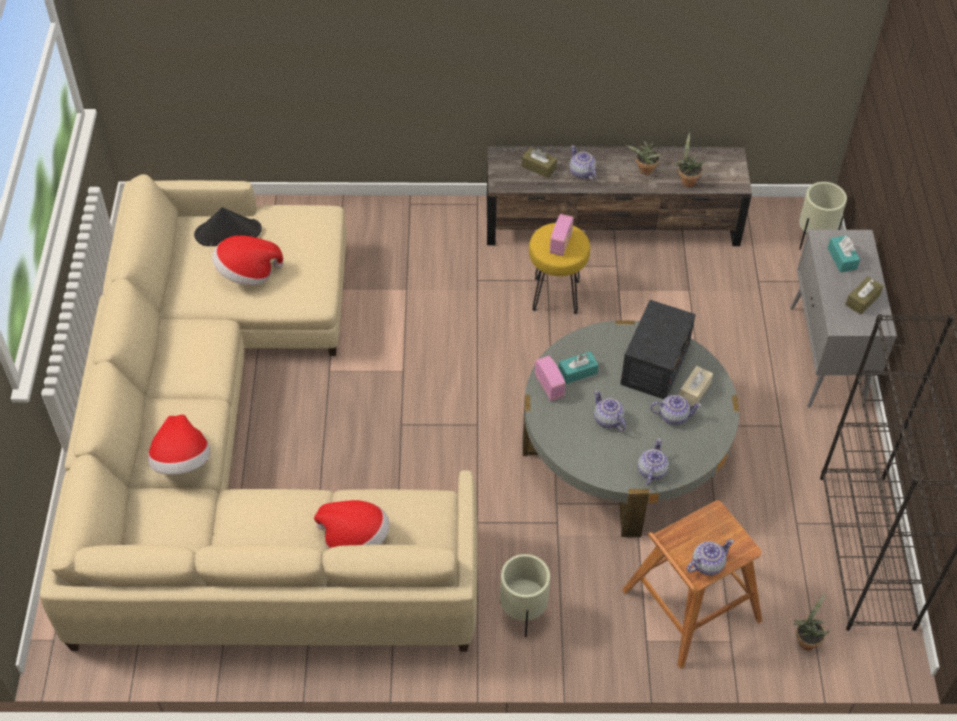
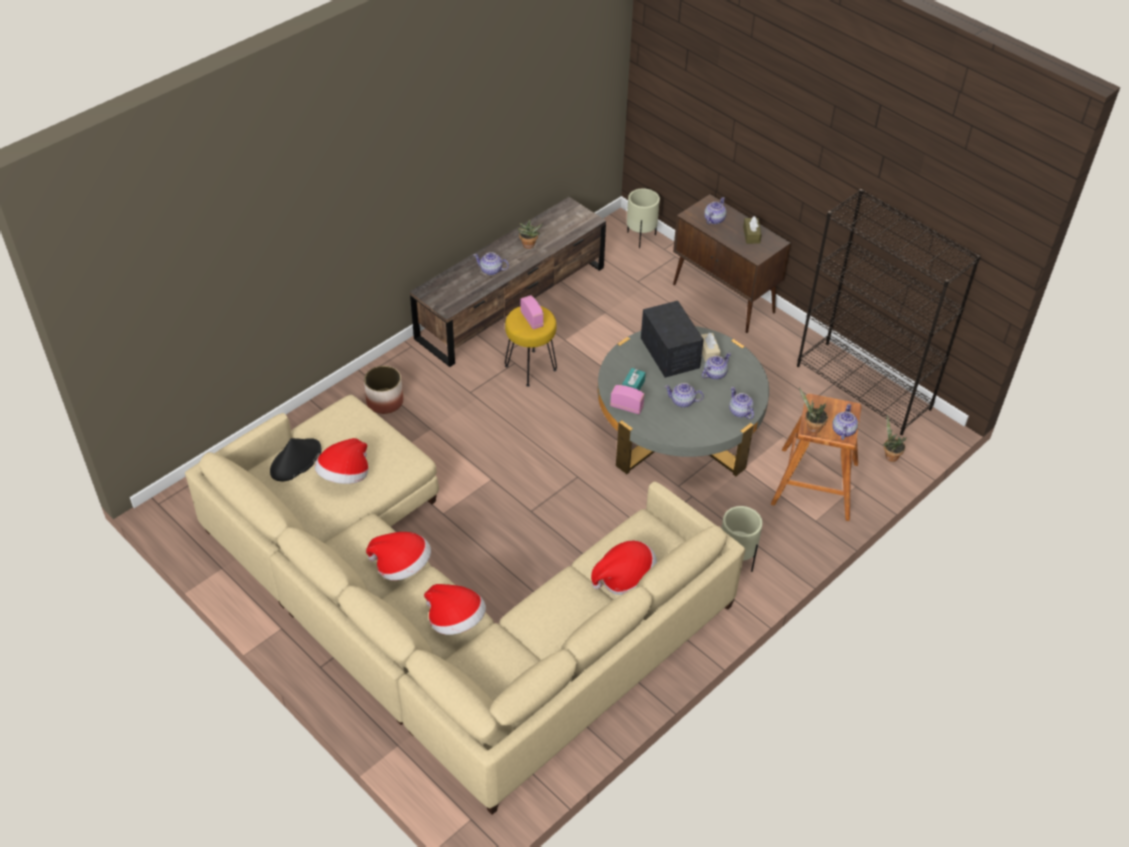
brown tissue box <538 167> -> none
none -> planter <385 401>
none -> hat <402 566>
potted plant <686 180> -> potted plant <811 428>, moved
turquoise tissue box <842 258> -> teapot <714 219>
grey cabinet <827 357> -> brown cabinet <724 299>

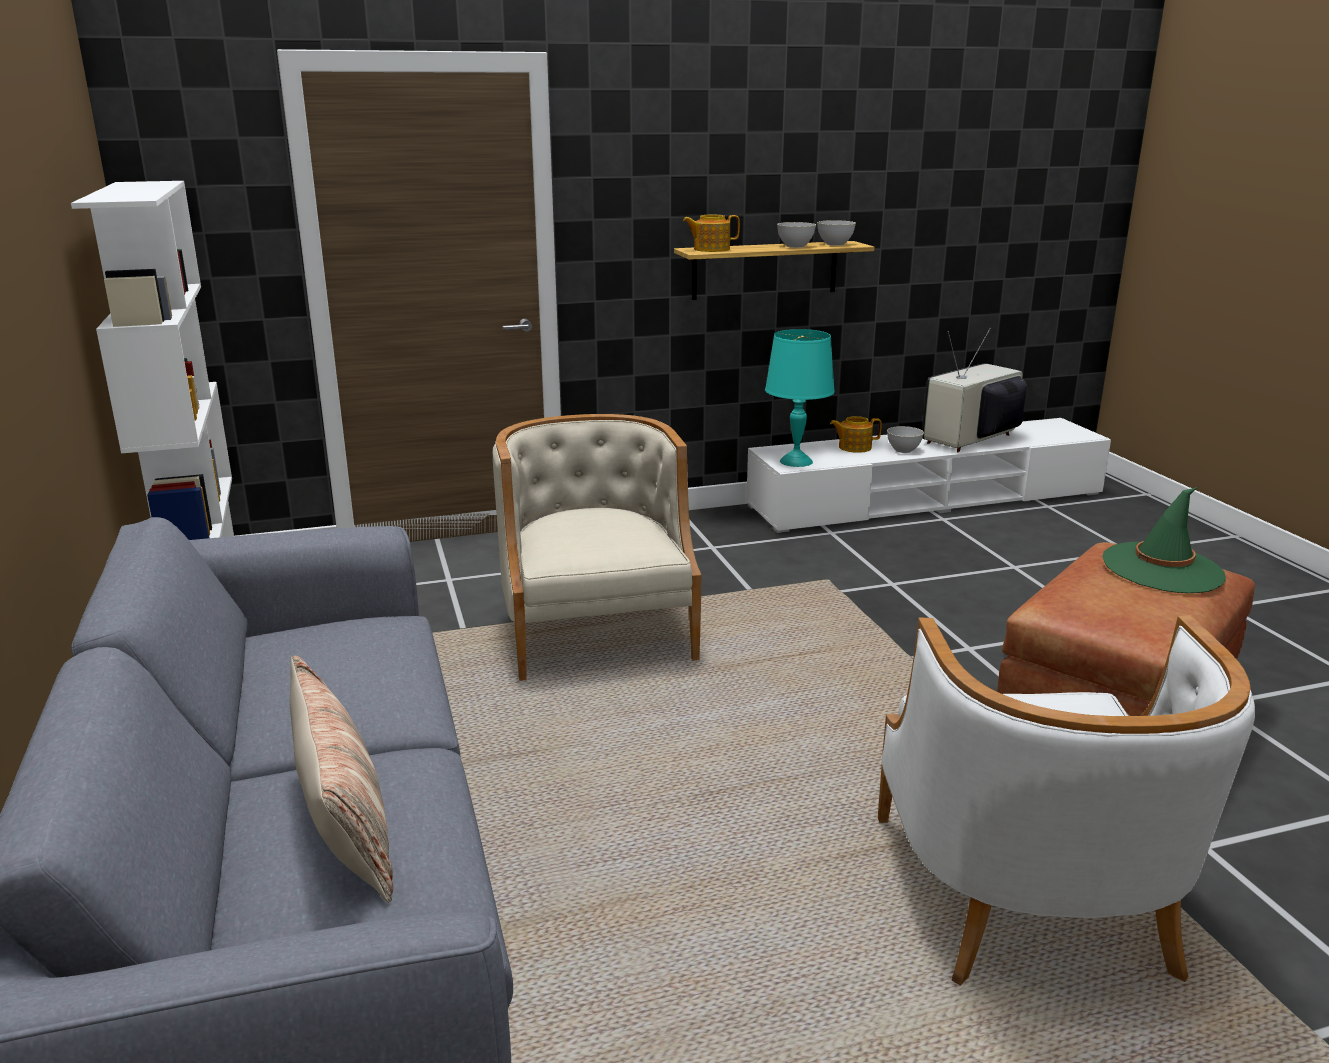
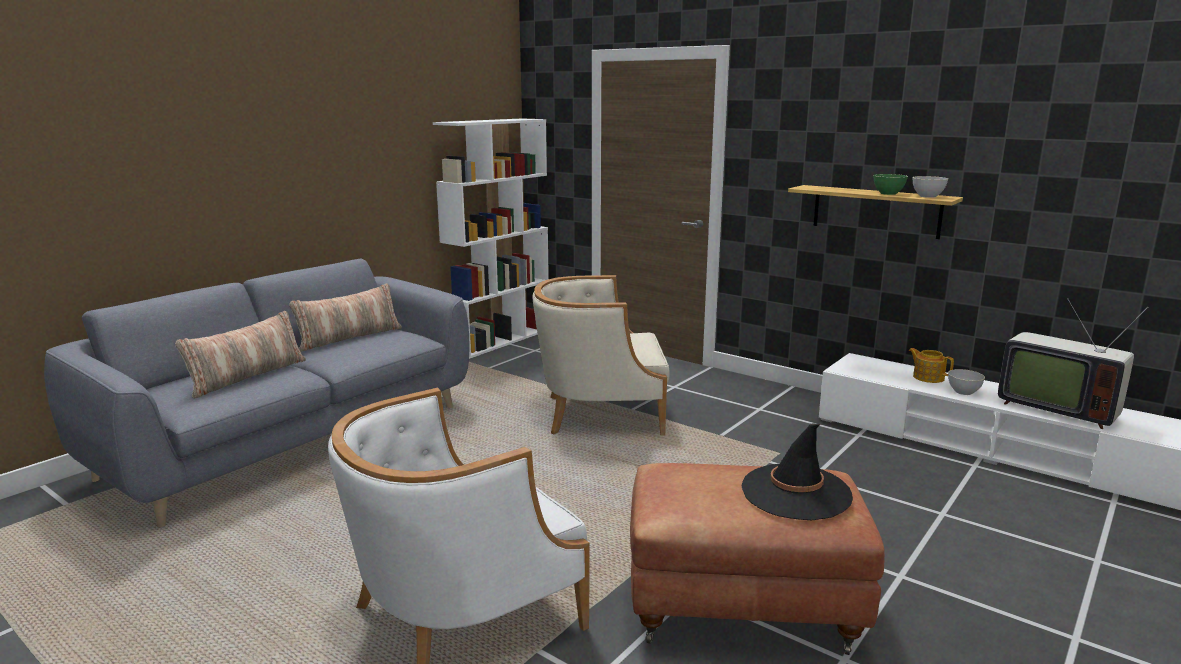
teapot <710 249> -> none
turquoise table lamp <795 461> -> none
none -> pillow <349 337>
grey bowl <795 246> -> green bowl <888 193>
green hat <1162 568> -> black hat <796 492>
beige armchair <596 629> -> beige armchair <601 413>, 135 degrees counterclockwise
television <974 440> -> television <1056 408>, 150 degrees counterclockwise

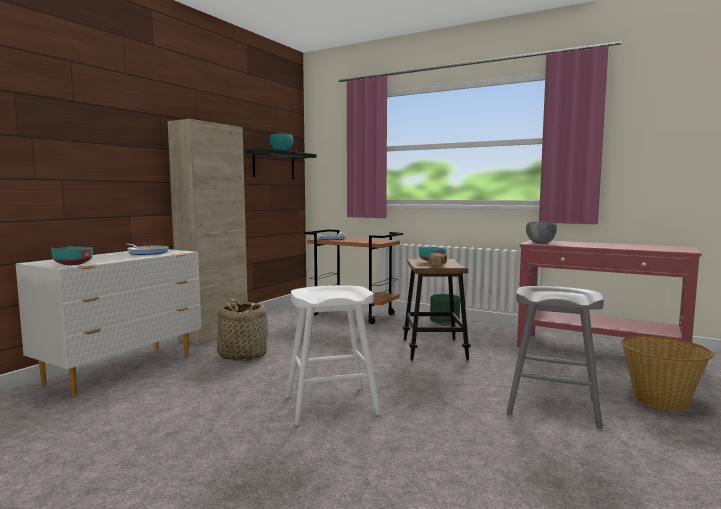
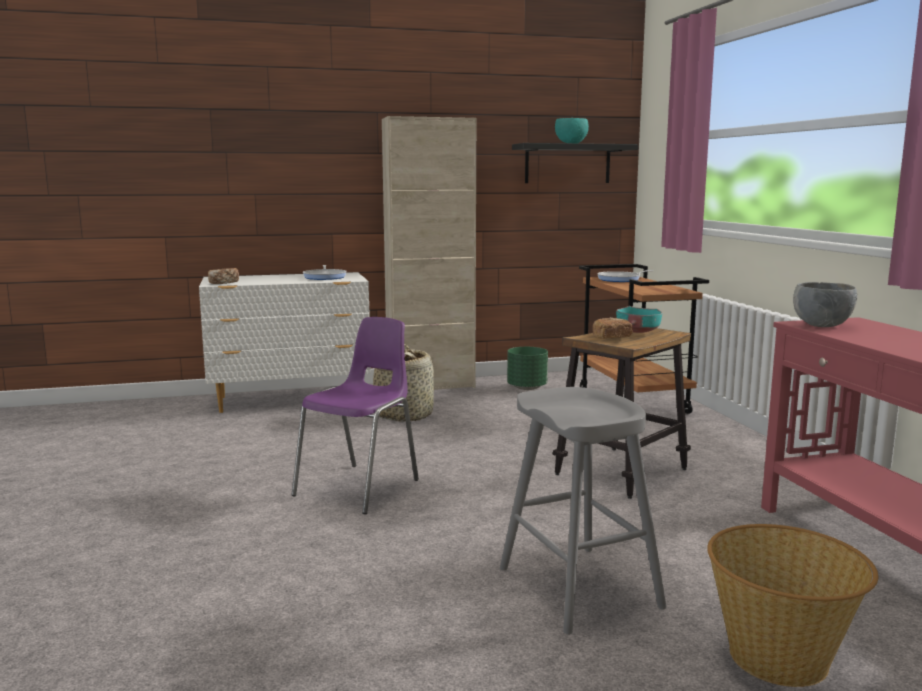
green planter <444 324> -> green planter <527 387>, moved
turquoise bowl <73 264> -> bread <223 283>
white stool <330 405> -> purple chair <360 487>

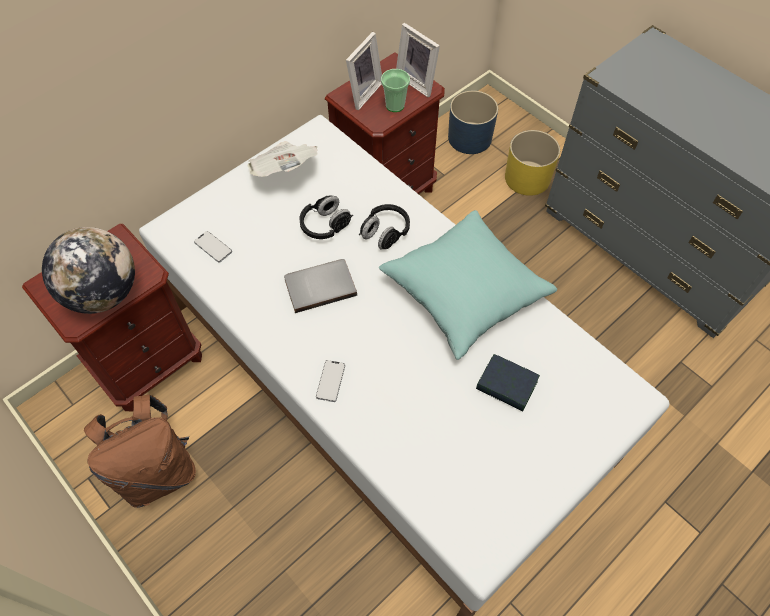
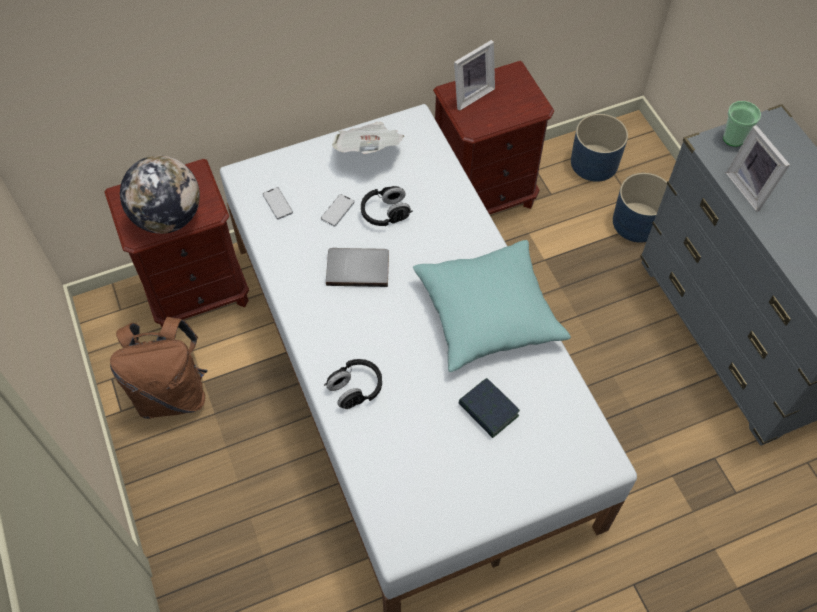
phone <330 381> -> phone <337 210>, moved
black headphones <385 233> -> black headphones <355 389>, moved
cup <395 105> -> cup <733 138>, moved
picture frame <418 81> -> picture frame <750 188>, moved
yellow planter <527 178> -> blue planter <637 222>

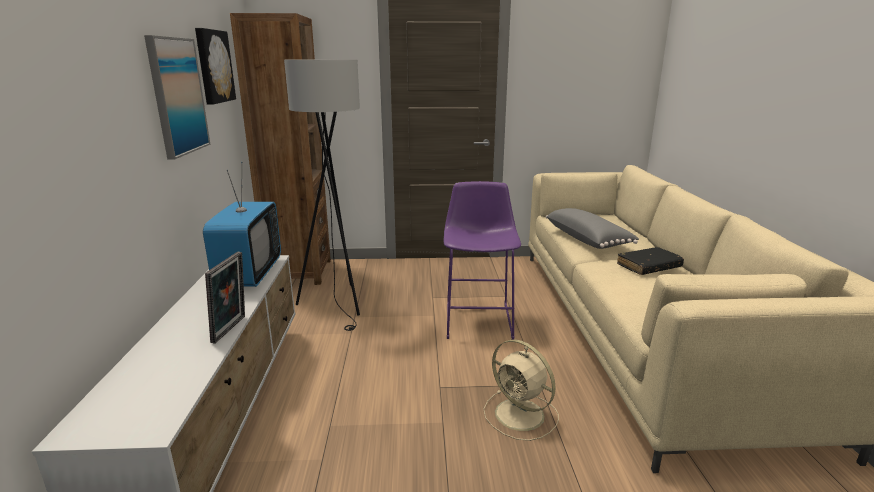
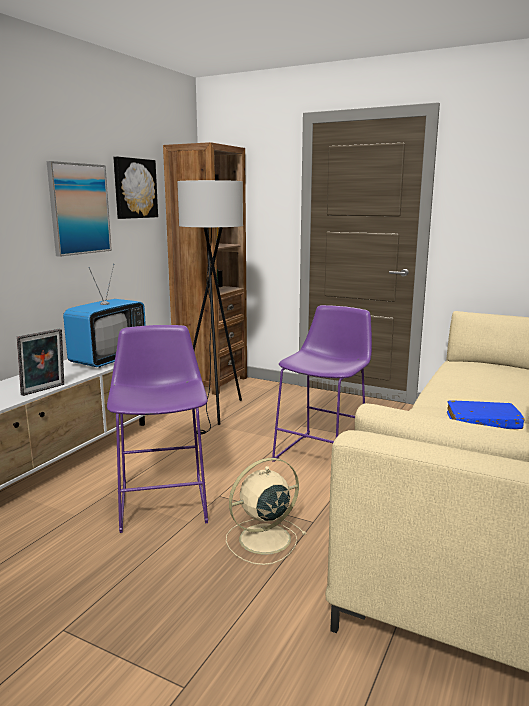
grey pillow <588 239> -> none
none -> purple stool <164 499>
black book <648 267> -> blue book <482 422>
beige fan <521 415> -> beige fan <262 539>, 75 degrees clockwise

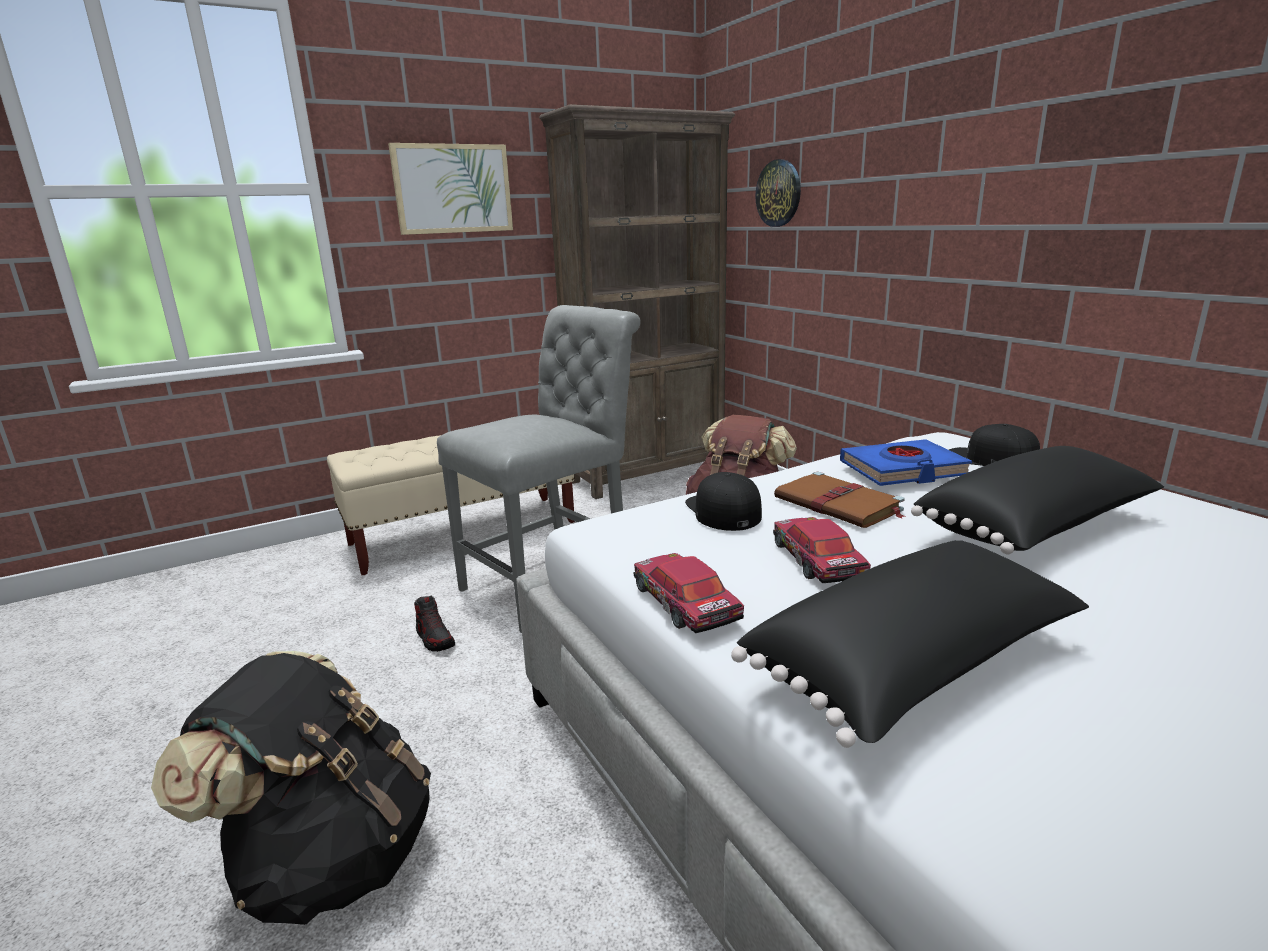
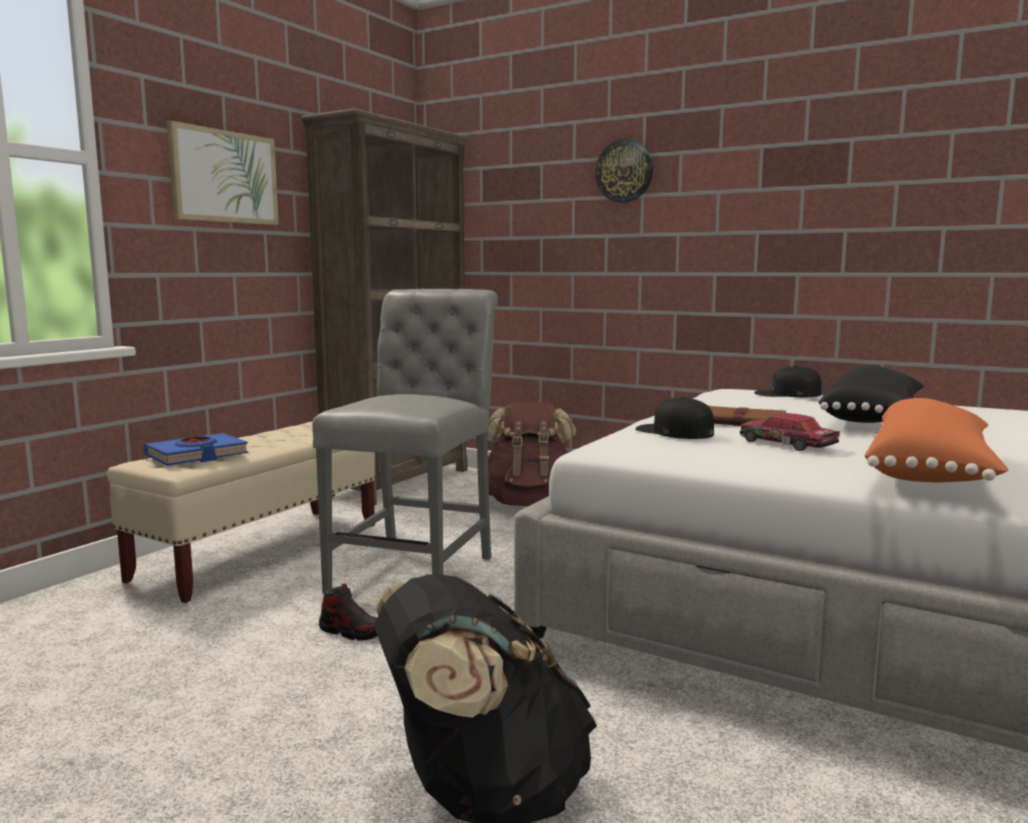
toy car <685 605> -> none
wall clock <779 193> -> wall clock <624 171>, moved
blue book <903 470> -> blue book <197 456>, moved
black pillow <915 668> -> orange pillow <931 472>

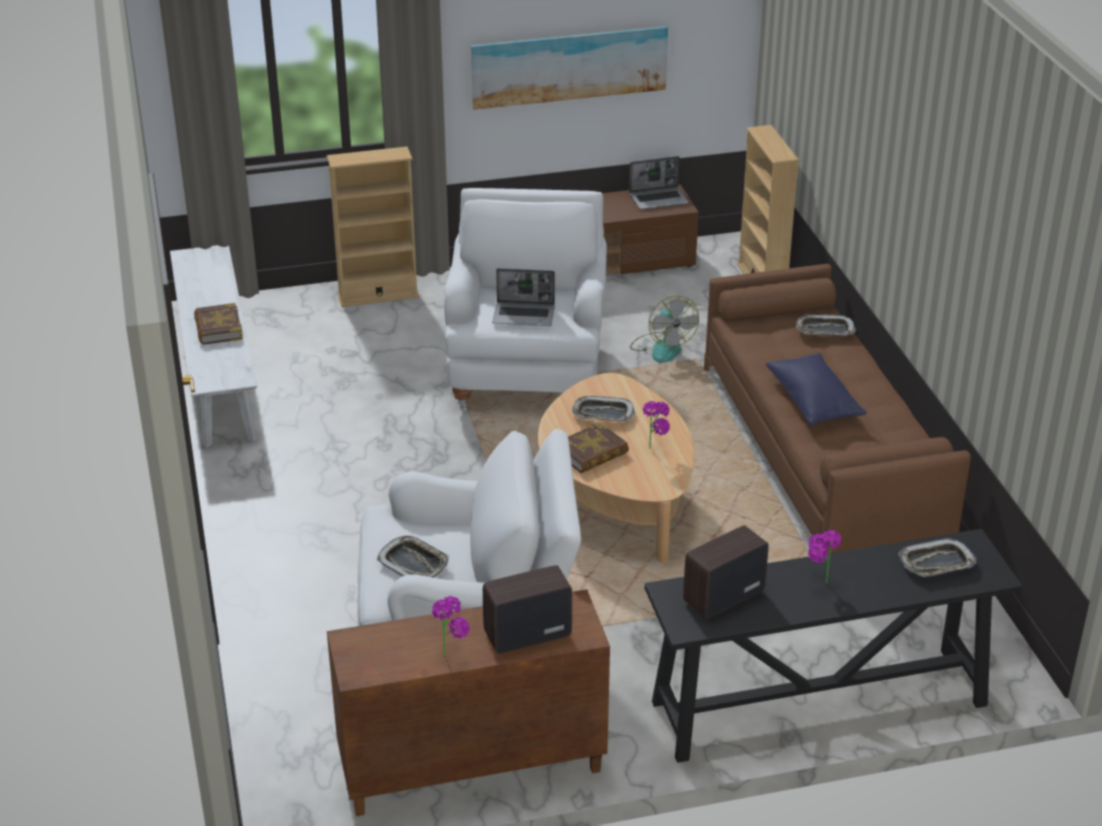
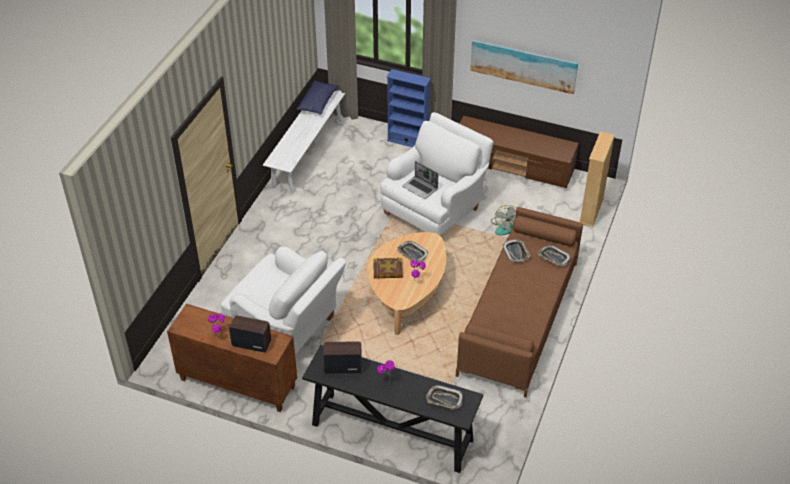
book <218 328> -> none
laptop <659 199> -> none
tray <413 563> -> tray <516 252>, moved
blue pillow <813 402> -> blue pillow <318 103>, moved
beige bookcase <378 295> -> blue bookcase <408 141>

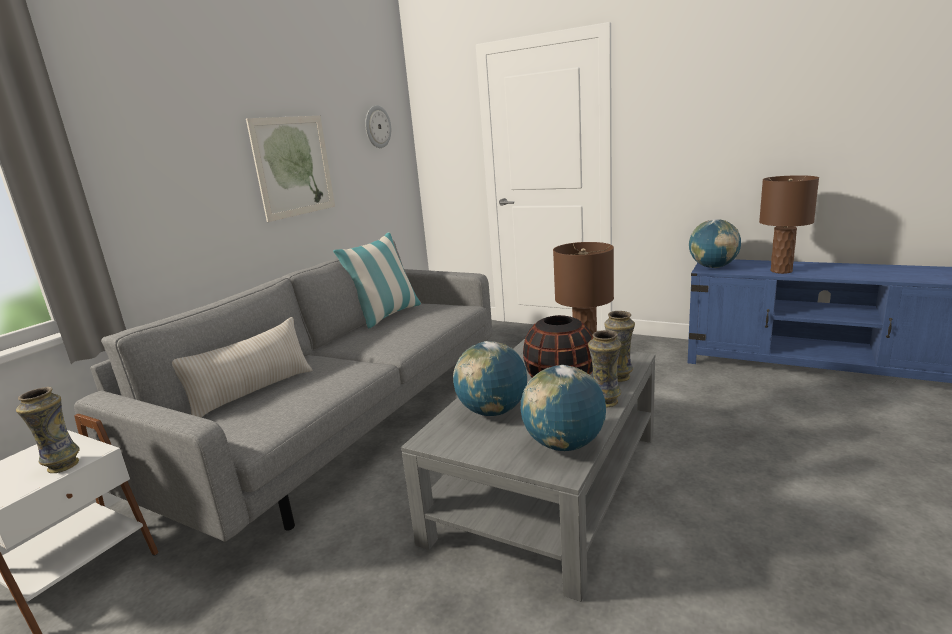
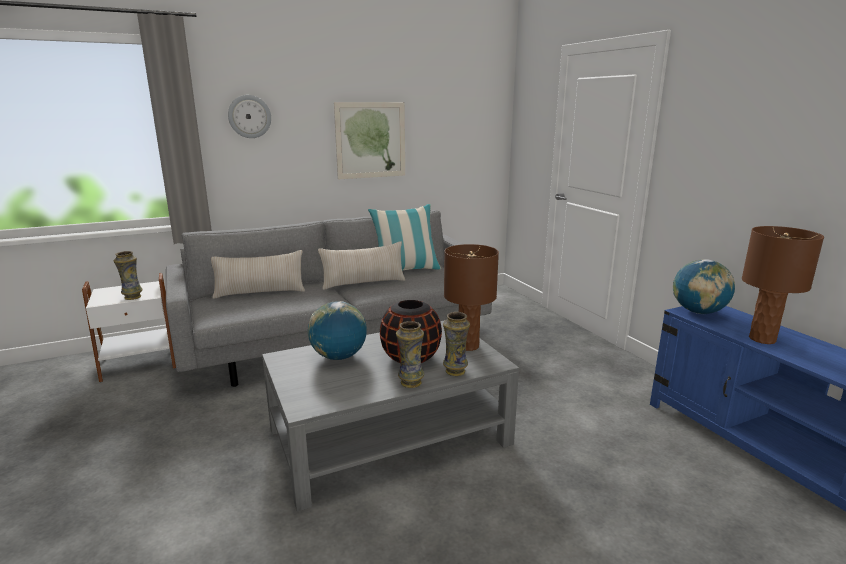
globe <564 444> -> none
none -> beige pillow <363 283>
wall clock <377 127> -> wall clock <249 116>, moved

